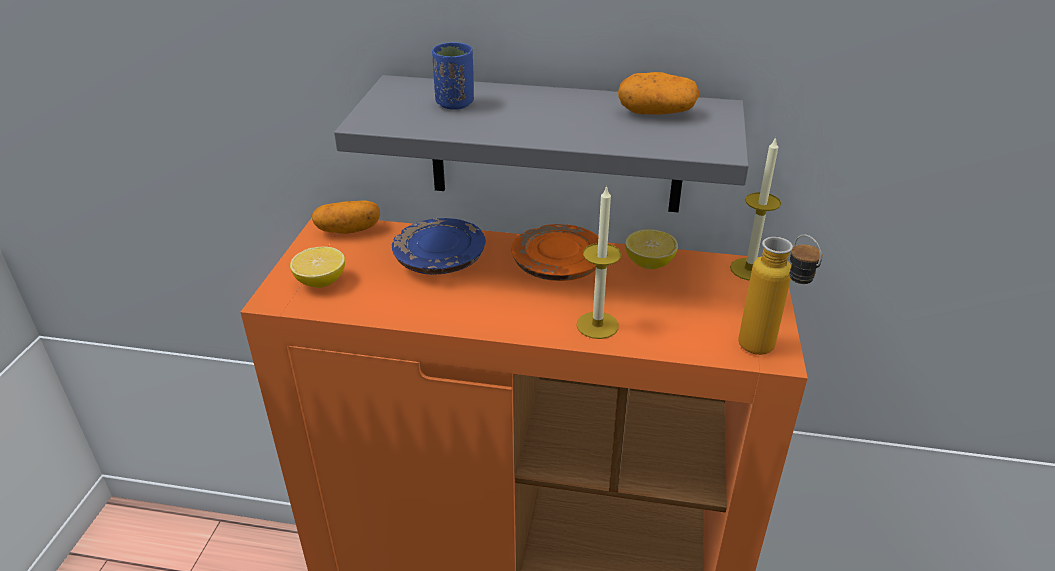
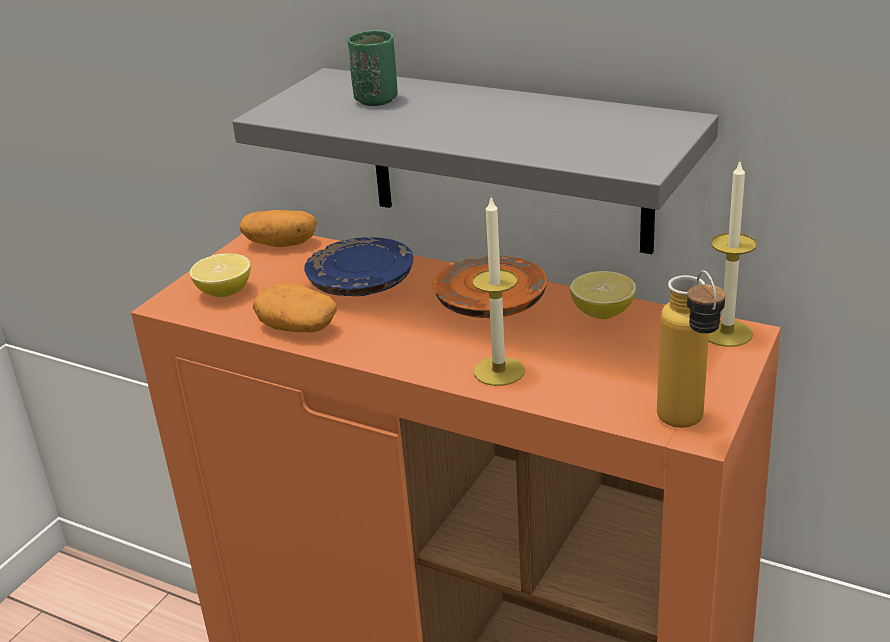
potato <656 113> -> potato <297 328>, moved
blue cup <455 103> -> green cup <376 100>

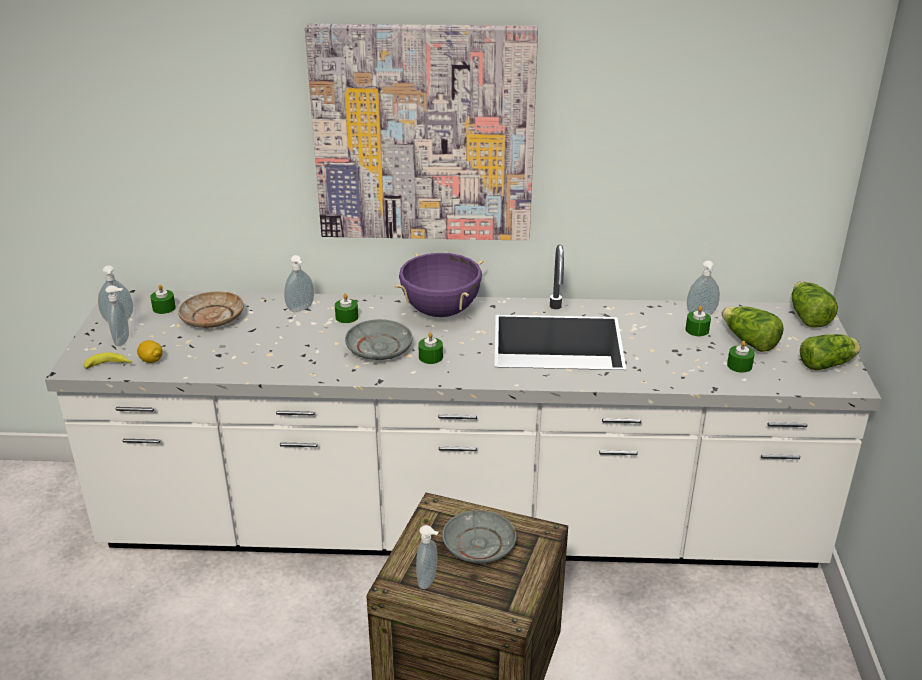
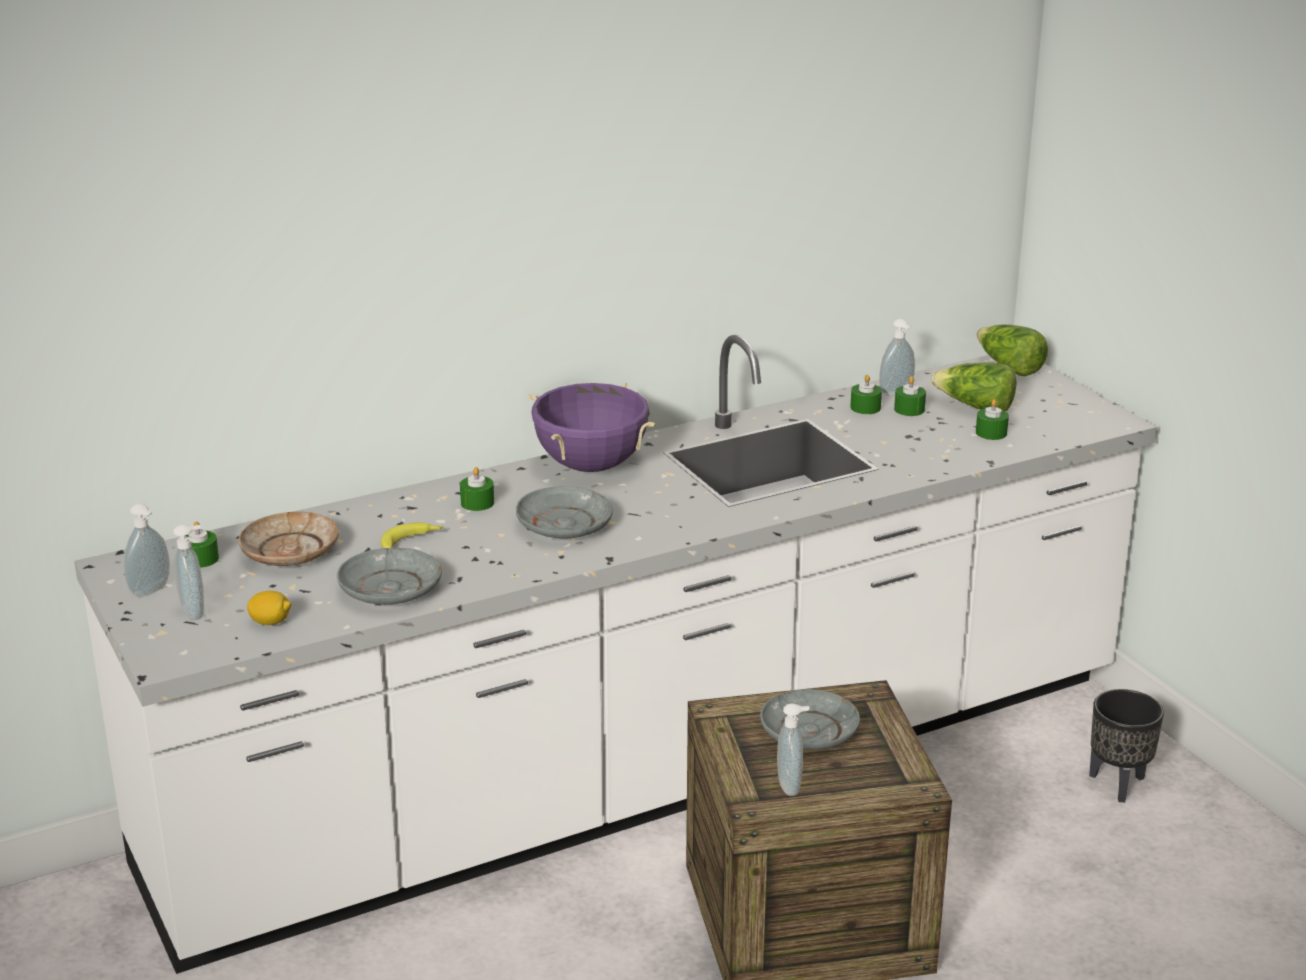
soap dispenser <301 309> -> none
picture <424 134> -> none
lettuce <828 364> -> none
none -> grey plate <389 589>
none -> black planter <1119 784>
banana <110 366> -> banana <412 541>, moved
green candle <430 357> -> green candle <865 408>, moved

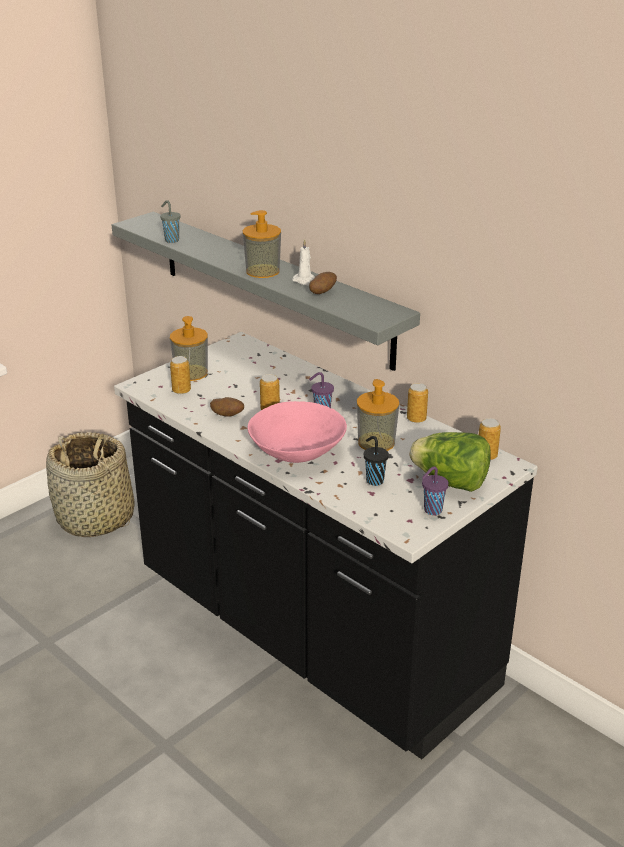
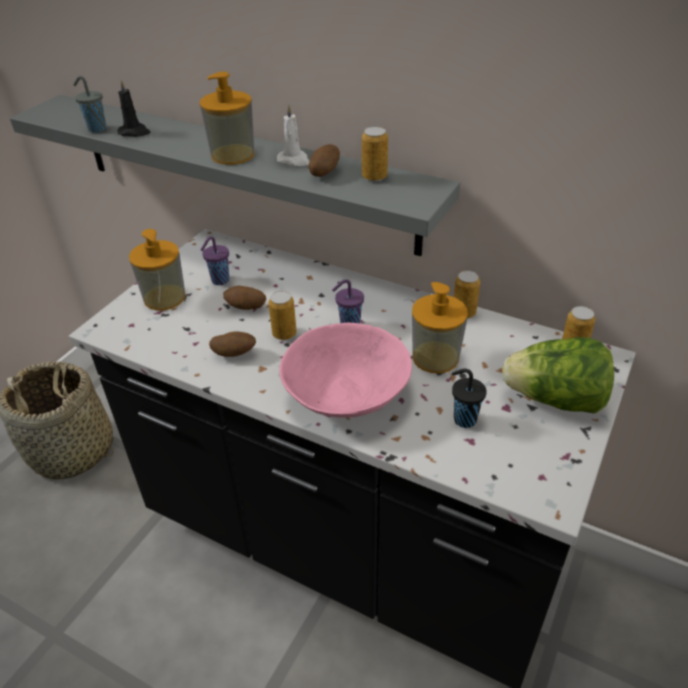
none -> black candle <135 132>
none -> potato <246 308>
can <181 391> -> can <374 177>, moved
purple cup <432 510> -> purple cup <219 281>, moved

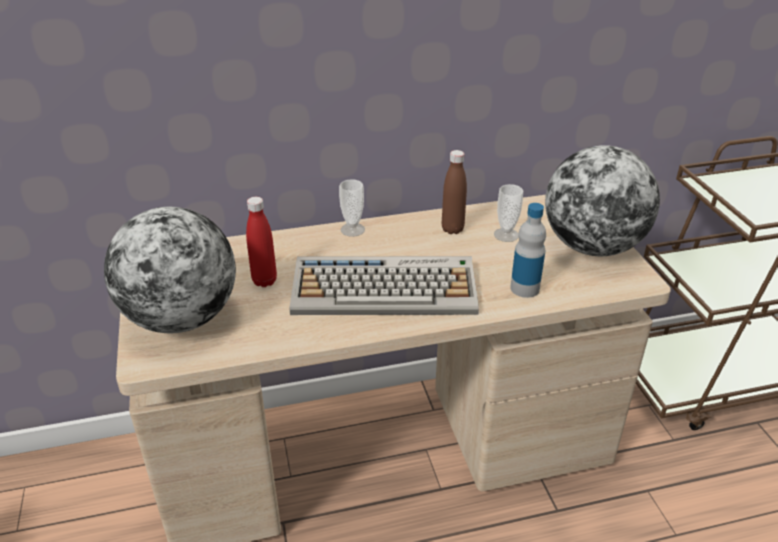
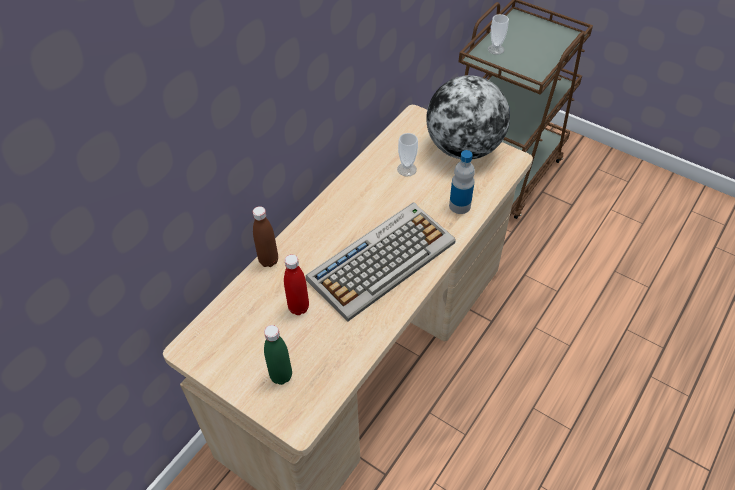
cup <352 229> -> cup <496 49>, moved
brown bottle <452 229> -> brown bottle <268 260>, moved
globe <182 319> -> green bottle <281 376>

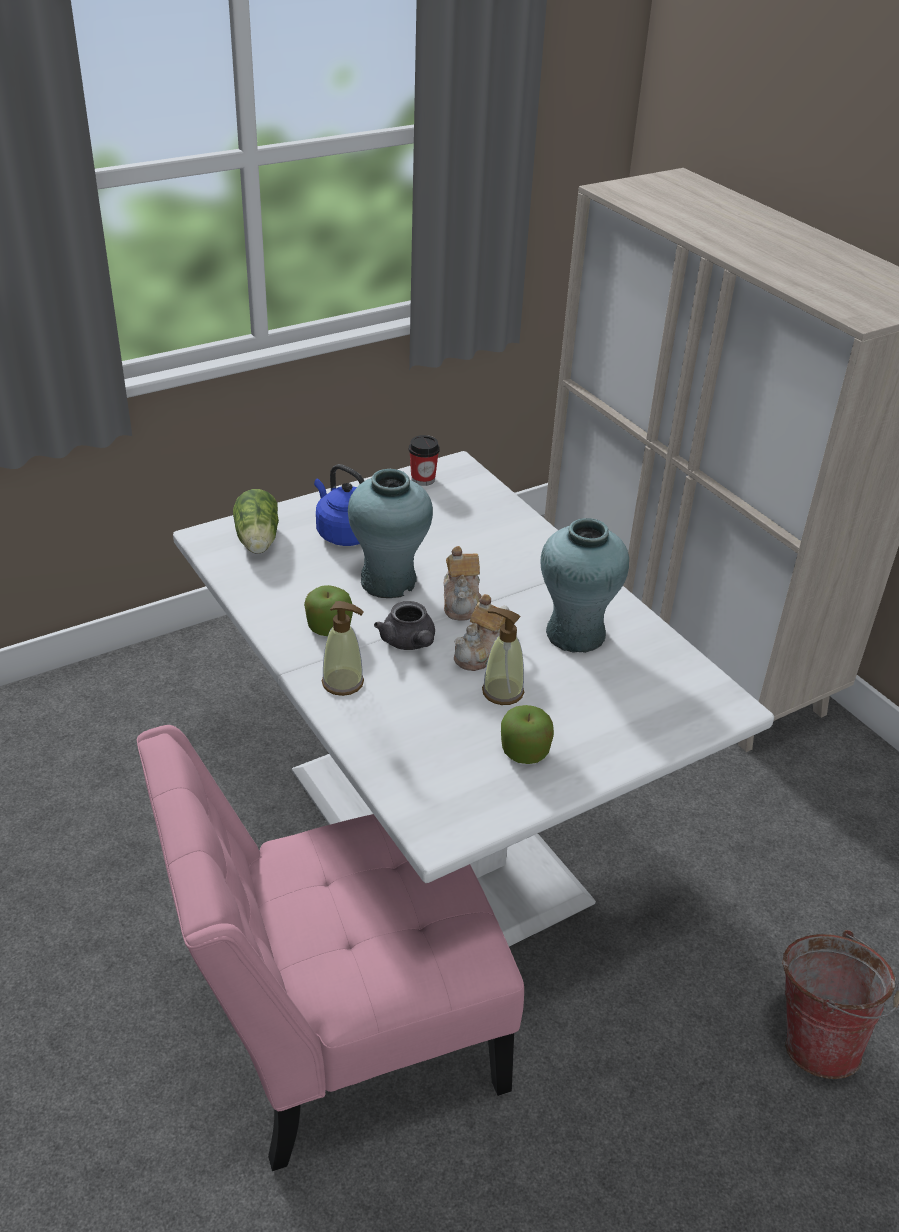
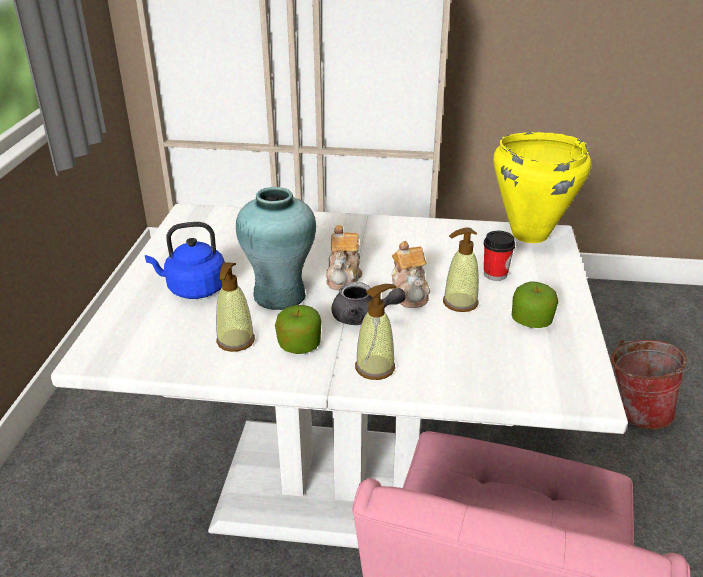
lettuce <257 541> -> none
turquoise vase <575 634> -> none
none -> soap dispenser <235 341>
none -> yellow cooking pot <529 234>
cup <423 479> -> cup <495 274>, moved
teapot <461 602> -> teapot <344 276>, 60 degrees clockwise

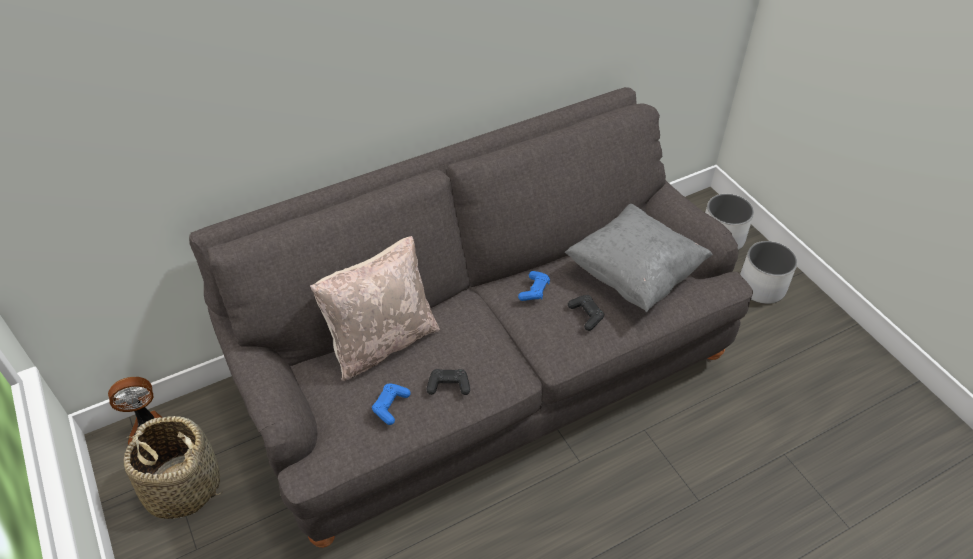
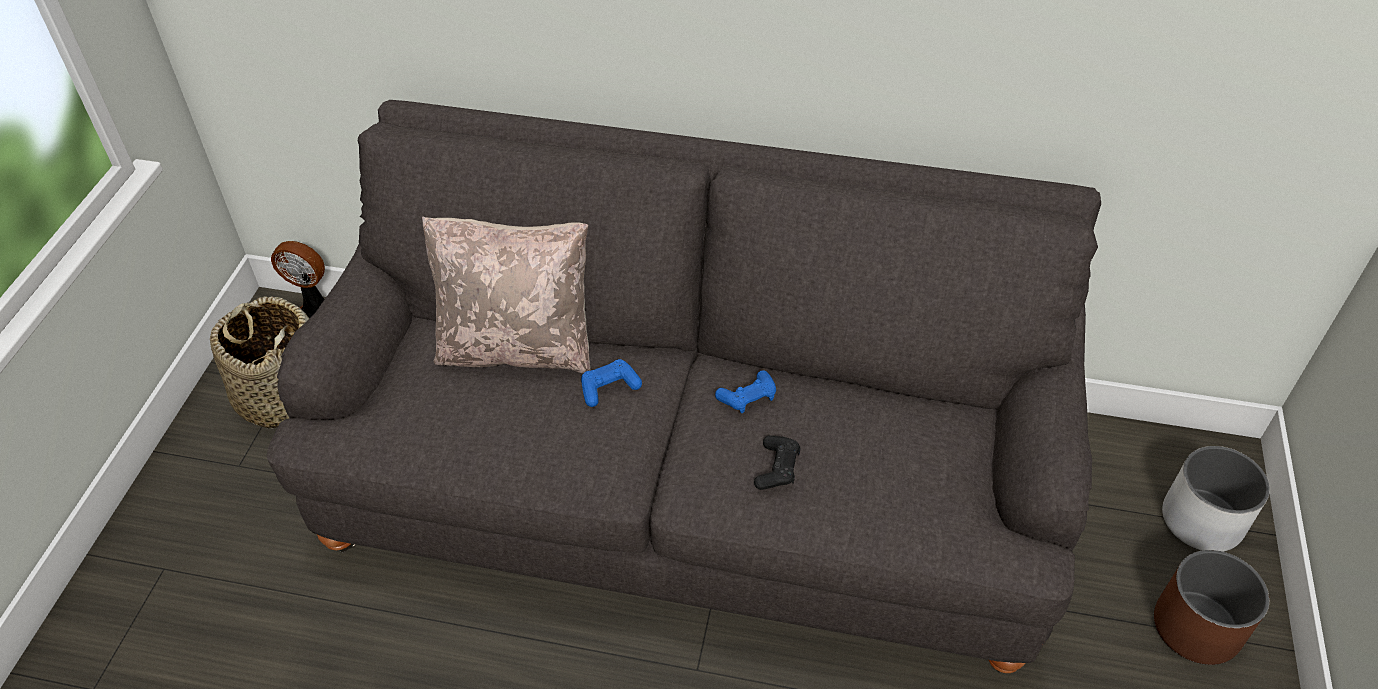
black game controller <448 385> -> none
grey pillow <634 275> -> none
blue game controller <390 406> -> blue game controller <609 388>, moved
white planter <761 287> -> brown planter <1197 628>

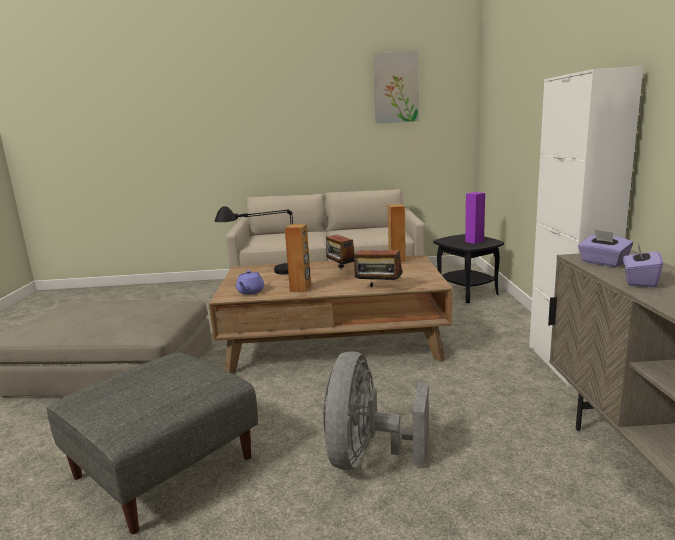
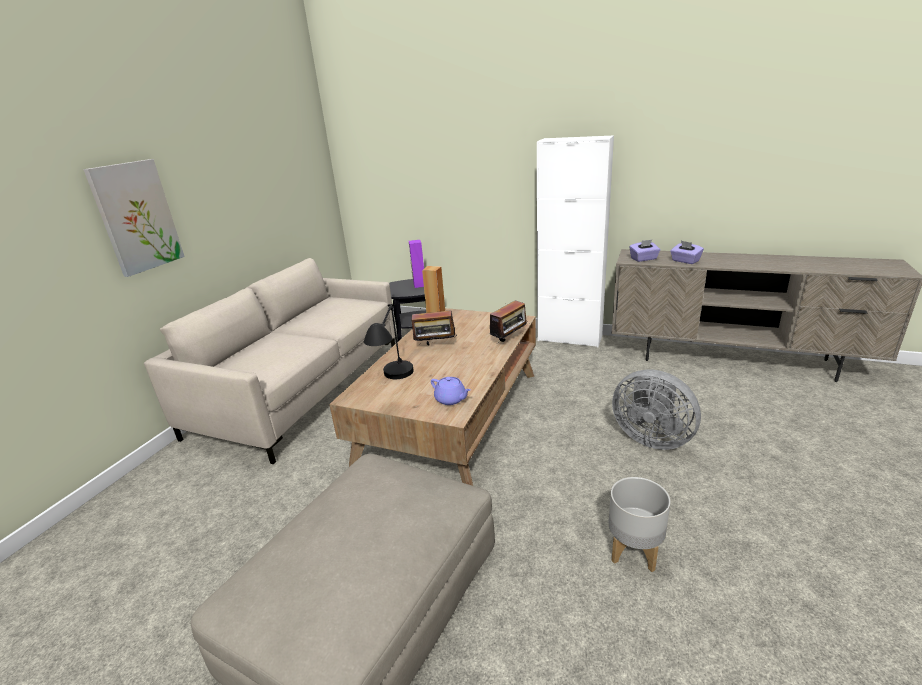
brown speaker <301 289> -> none
picture <396 88> -> picture <136 217>, moved
grey ottoman <164 468> -> grey planter <634 551>

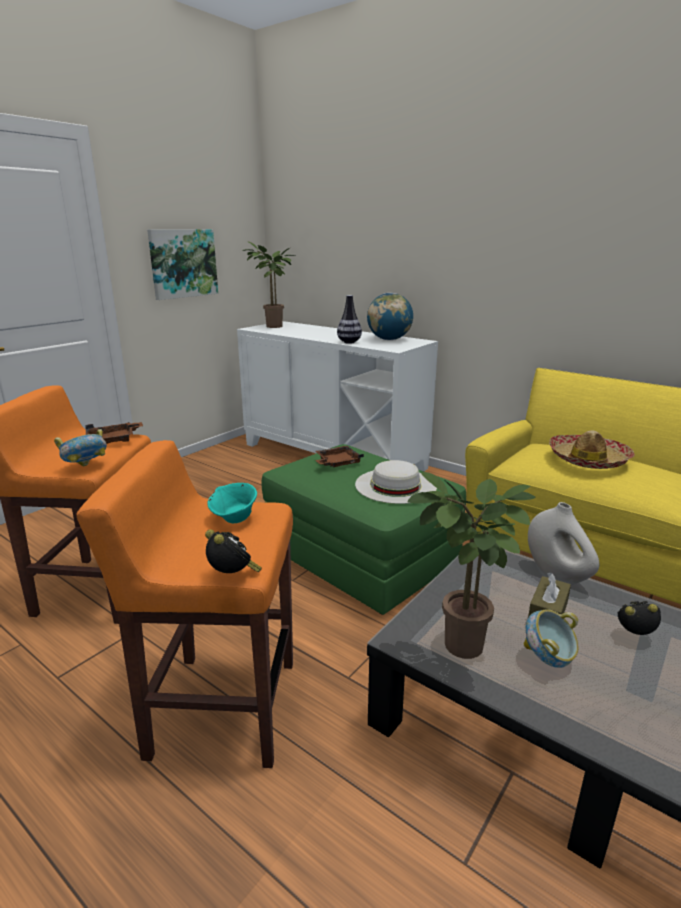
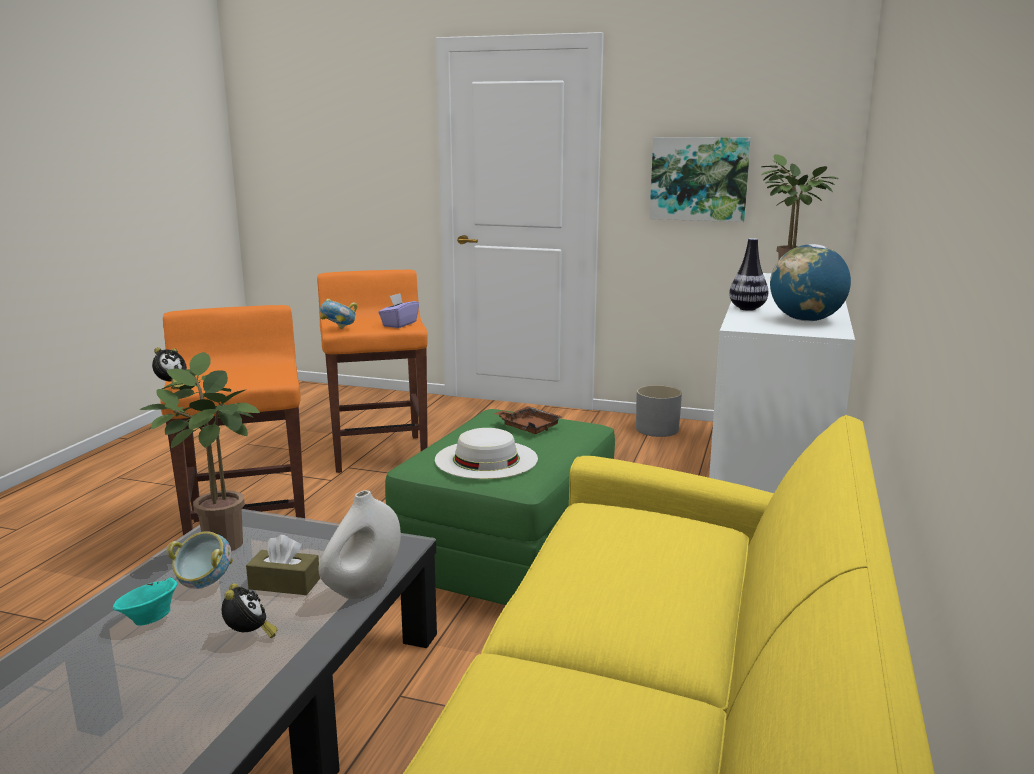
hat <588 460> -> none
none -> grey planter <657 429>
turquoise bowl <234 519> -> turquoise bowl <148 619>, moved
brown tray <113 441> -> purple tissue box <399 324>

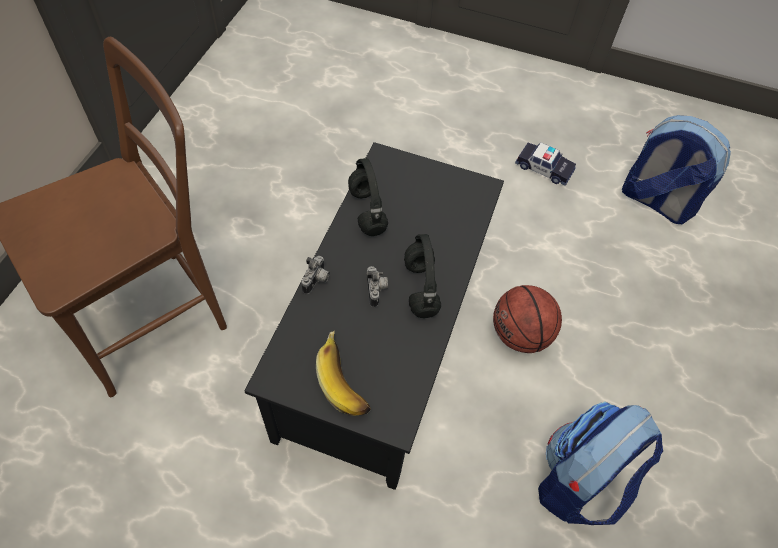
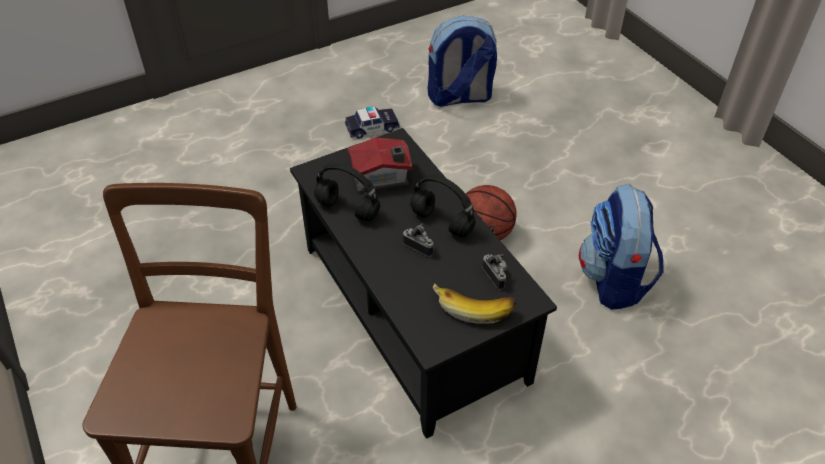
none -> toy house <382 178>
photo camera <317 281> -> photo camera <496 276>, moved

